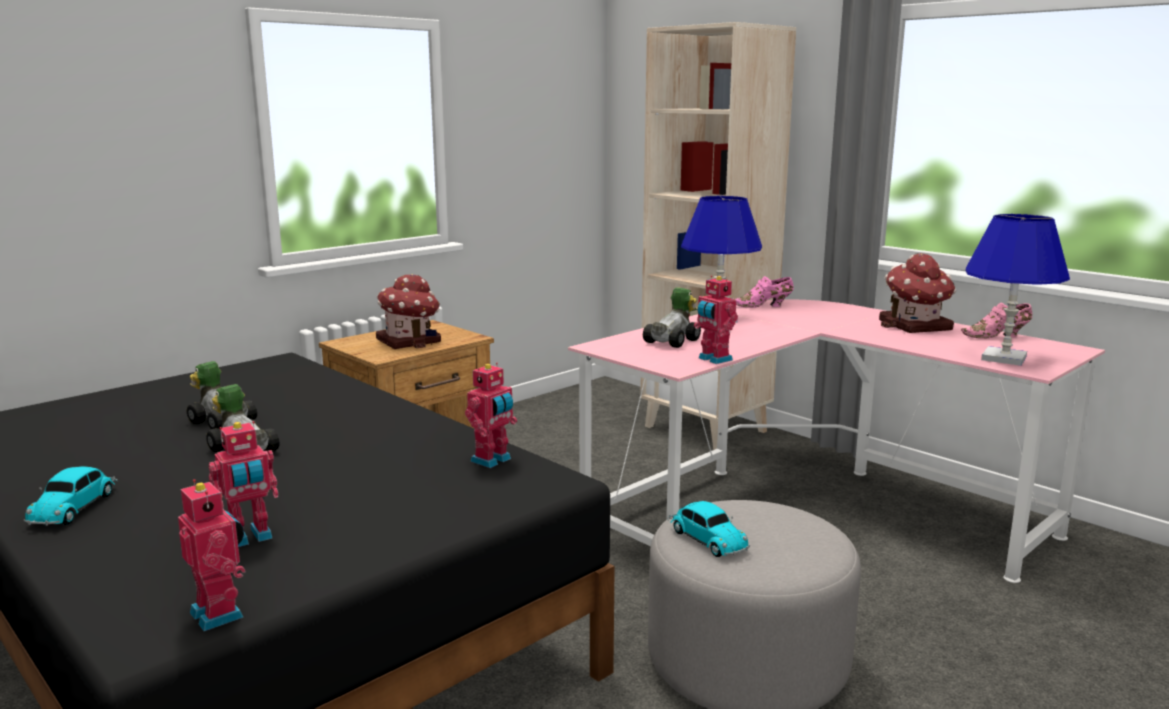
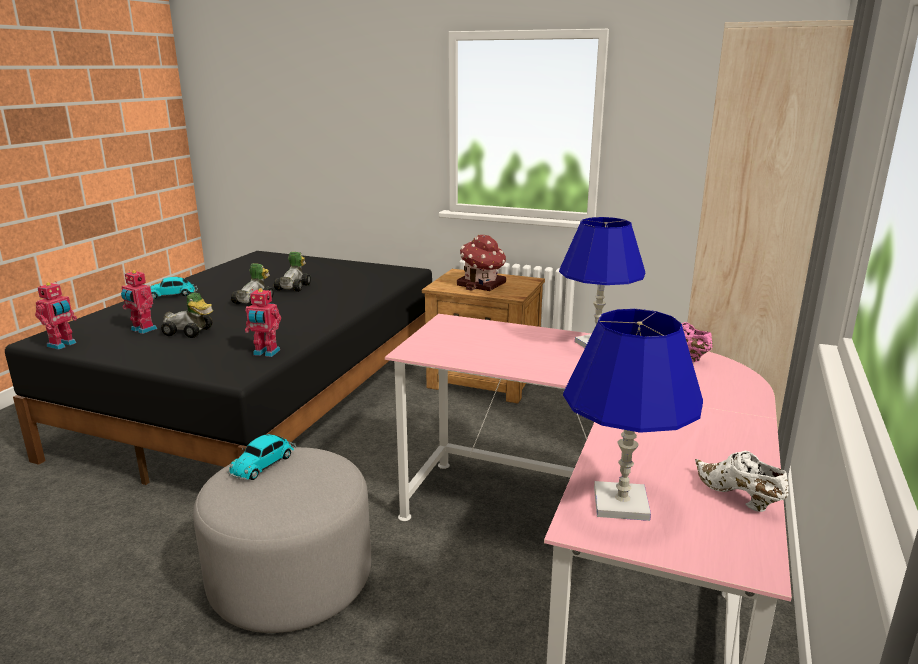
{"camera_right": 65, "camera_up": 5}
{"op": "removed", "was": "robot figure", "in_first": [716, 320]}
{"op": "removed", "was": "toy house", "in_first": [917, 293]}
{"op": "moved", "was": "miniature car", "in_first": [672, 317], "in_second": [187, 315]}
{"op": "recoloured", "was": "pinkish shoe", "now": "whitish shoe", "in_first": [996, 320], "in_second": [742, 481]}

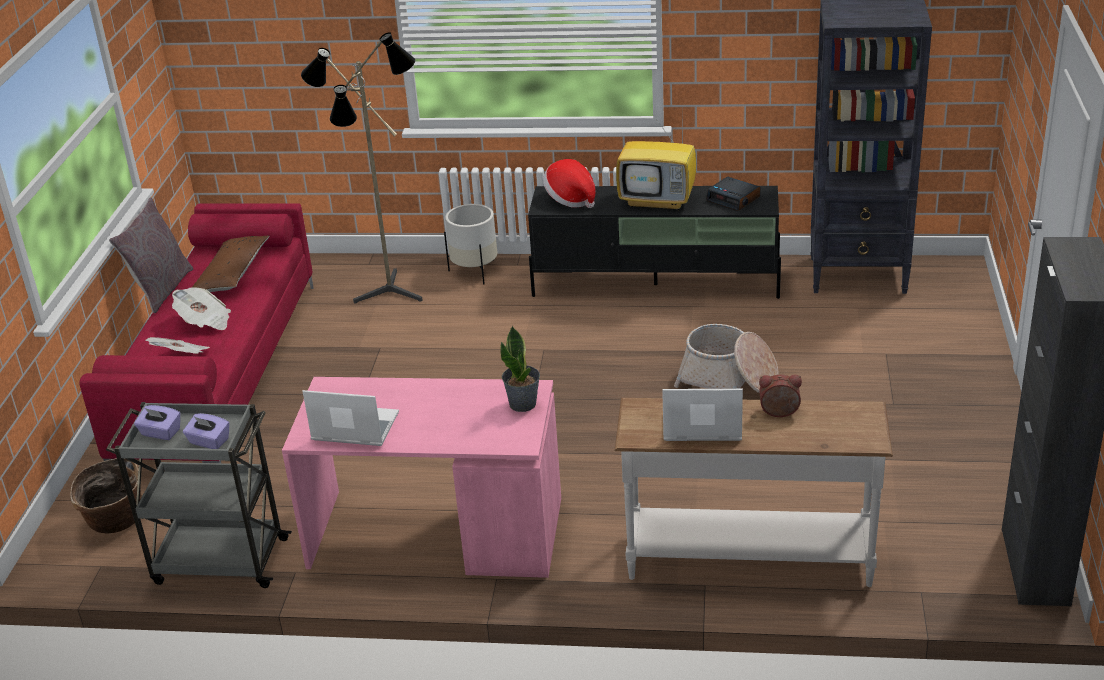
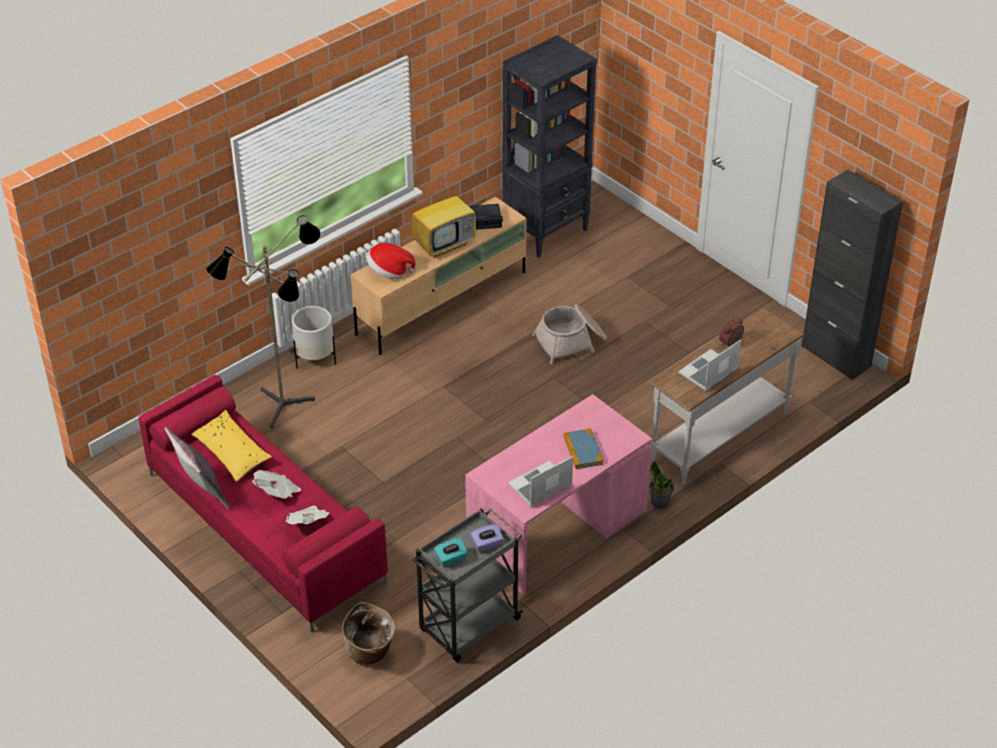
{"camera_right": -50, "camera_up": 10}
{"op": "added", "now": "bound book", "in_second": [583, 448]}
{"op": "moved", "was": "plant in a pot", "in_first": [520, 368], "in_second": [661, 485]}
{"op": "recoloured", "was": "purple box of tissues", "now": "turquoise box of tissues", "in_first": [157, 422], "in_second": [451, 552]}
{"op": "recoloured", "was": "brown pillow", "now": "yellowish pillow", "in_first": [230, 264], "in_second": [231, 446]}
{"op": "recoloured", "was": "black-coloured media console", "now": "sand-coloured media console", "in_first": [654, 242], "in_second": [439, 276]}

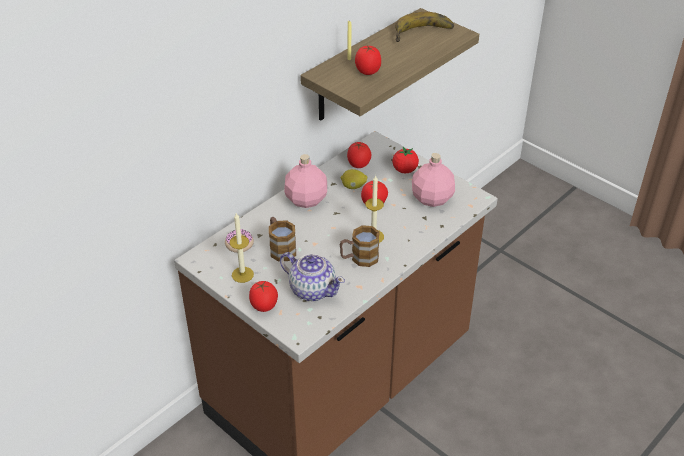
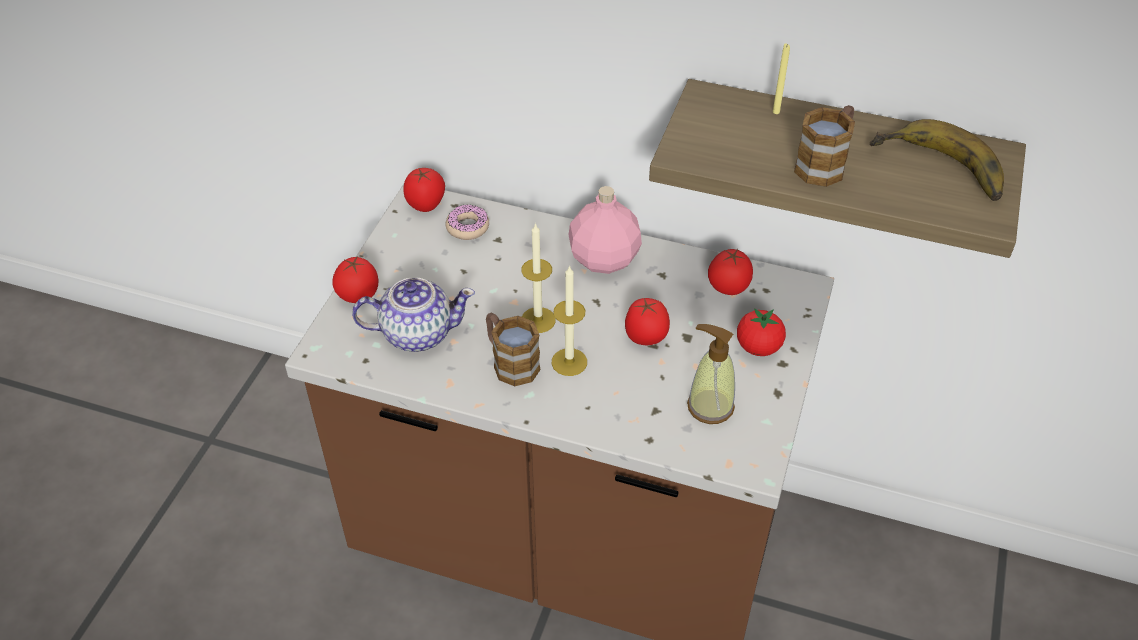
{"camera_right": 65, "camera_up": 5}
{"op": "removed", "was": "lemon", "in_first": [353, 179]}
{"op": "moved", "was": "wax candle", "in_first": [242, 248], "in_second": [538, 278]}
{"op": "moved", "was": "mug", "in_first": [282, 239], "in_second": [824, 146]}
{"op": "moved", "was": "tomato", "in_first": [368, 60], "in_second": [424, 190]}
{"op": "replaced", "was": "pinkish drink bottle", "now": "soap bottle", "in_first": [433, 180], "in_second": [711, 374]}
{"op": "turned", "was": "tea pot", "in_first": [312, 276], "in_second": [413, 314], "clockwise": -105}

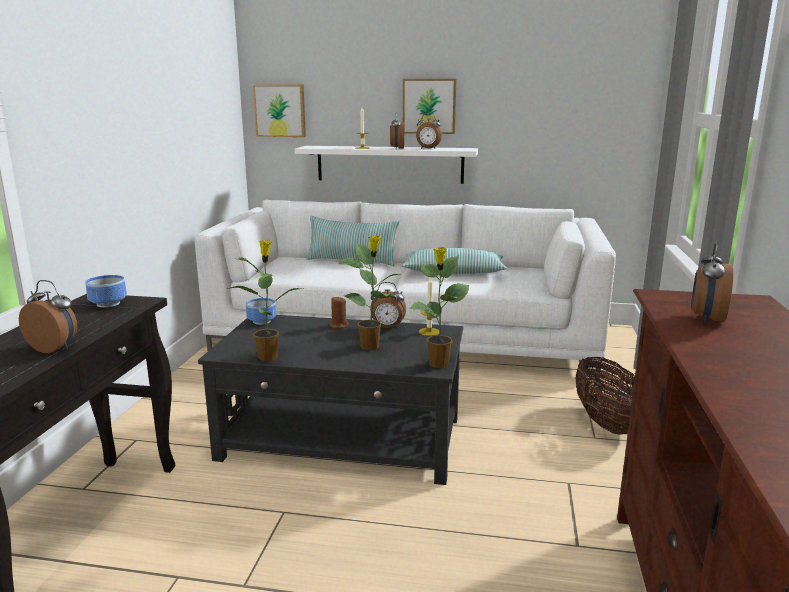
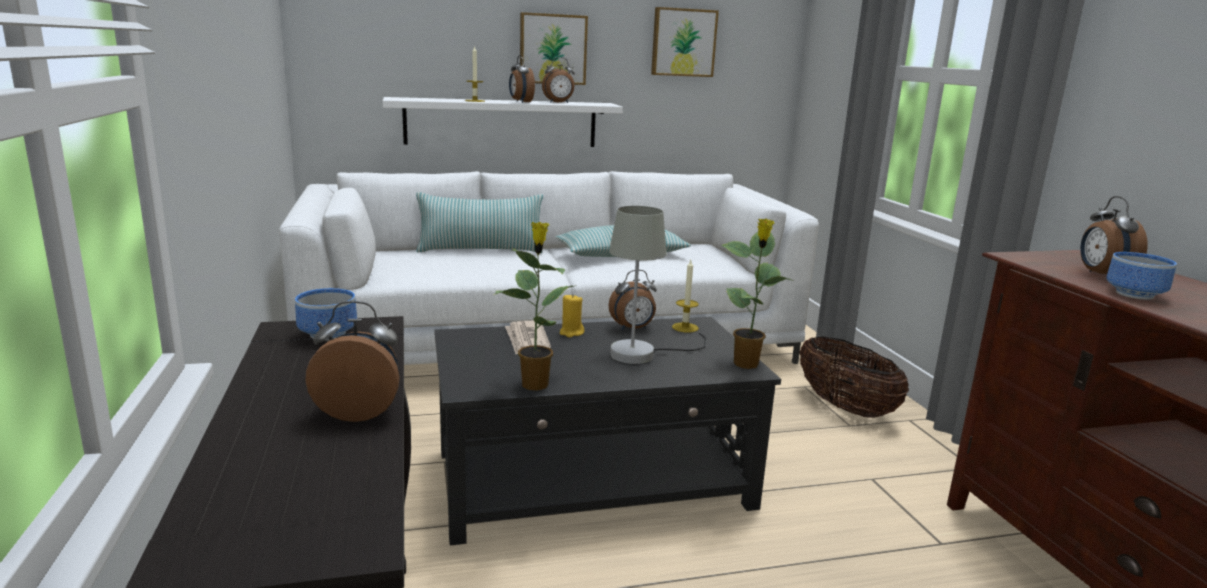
{"camera_right": -25, "camera_up": 0}
{"op": "added", "now": "newspaper", "in_second": [528, 337]}
{"op": "moved", "was": "serving bowl", "in_first": [261, 311], "in_second": [1141, 276]}
{"op": "moved", "was": "wall art", "in_first": [279, 110], "in_second": [685, 42]}
{"op": "replaced", "was": "plant in a pot", "now": "gray table lamp", "in_first": [369, 293], "in_second": [657, 285]}
{"op": "recoloured", "was": "brown wax candle", "now": "yellowish wax candle", "in_first": [339, 312], "in_second": [572, 316]}

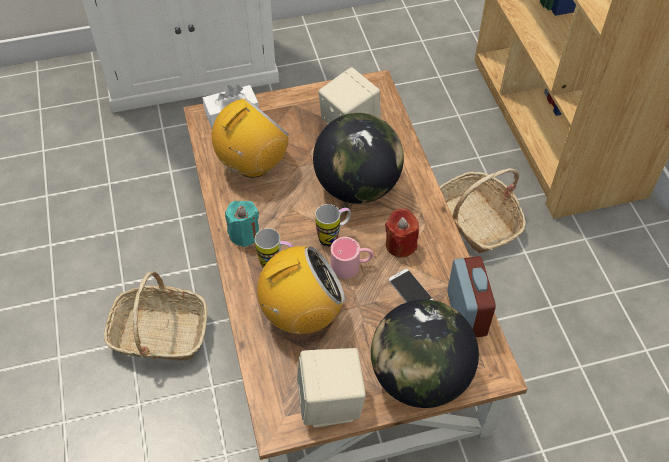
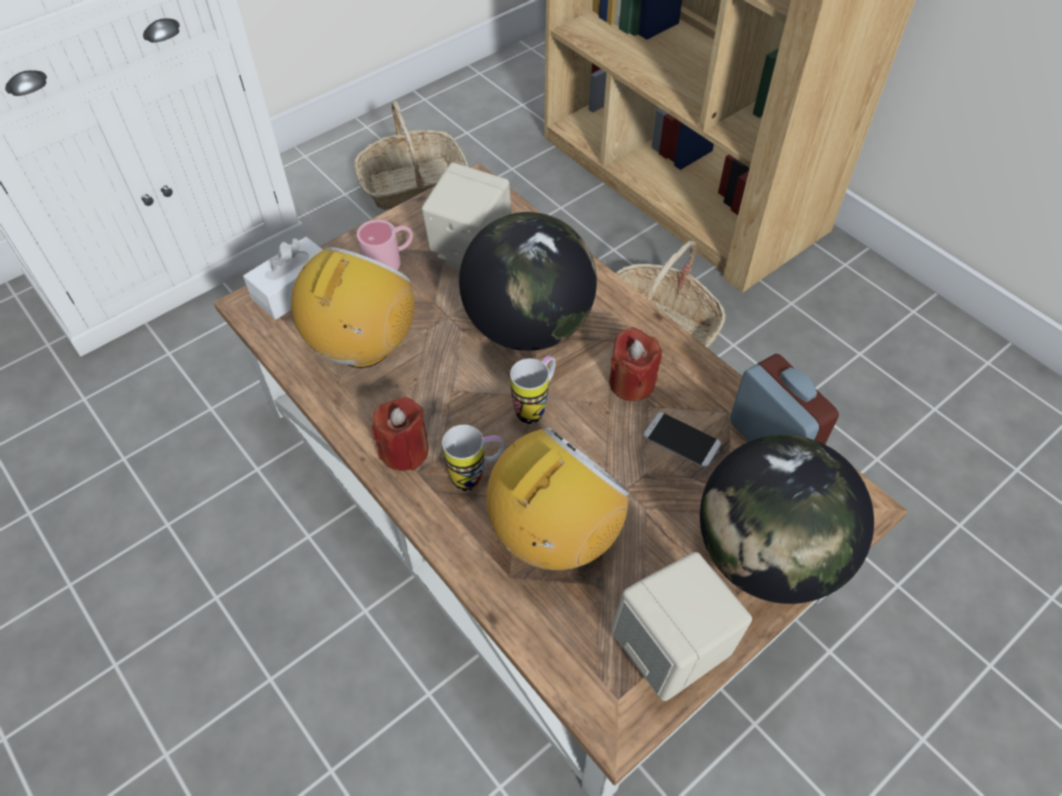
{"camera_right": -25, "camera_up": 0}
{"op": "moved", "was": "household basket", "in_first": [155, 316], "in_second": [411, 155]}
{"op": "moved", "was": "pinkish mug", "in_first": [352, 258], "in_second": [385, 245]}
{"op": "recoloured", "was": "turquoise wax candle", "now": "red-coloured wax candle", "in_first": [242, 224], "in_second": [400, 434]}

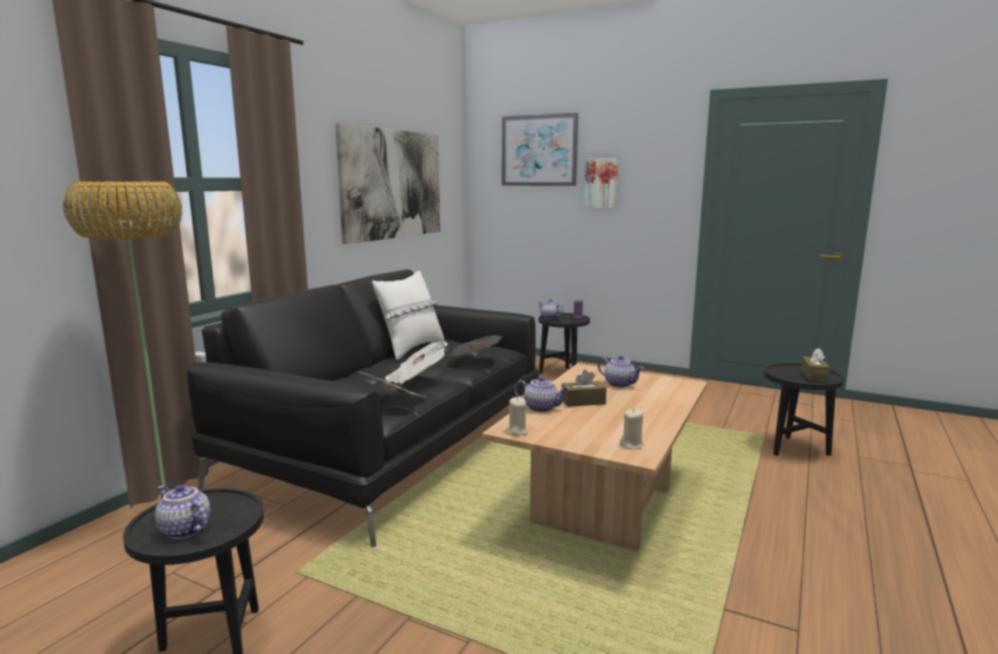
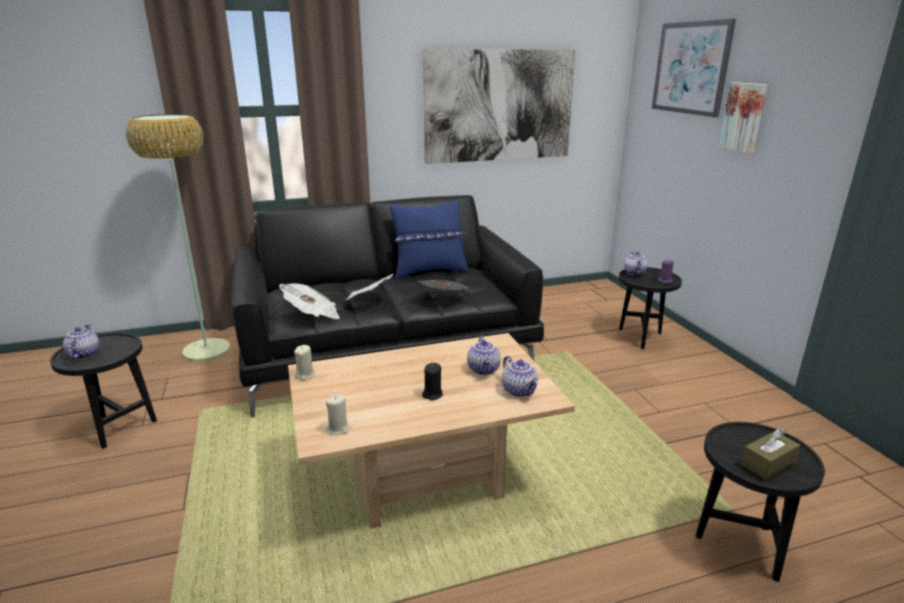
{"camera_right": 45, "camera_up": 10}
{"op": "removed", "was": "brown box of tissues", "in_first": [584, 388]}
{"op": "added", "now": "black-coloured wax candle", "in_second": [432, 381]}
{"op": "moved", "was": "tea pot", "in_first": [541, 394], "in_second": [520, 376]}
{"op": "recoloured", "was": "whitish pillow", "now": "bluish pillow", "in_first": [408, 315], "in_second": [429, 239]}

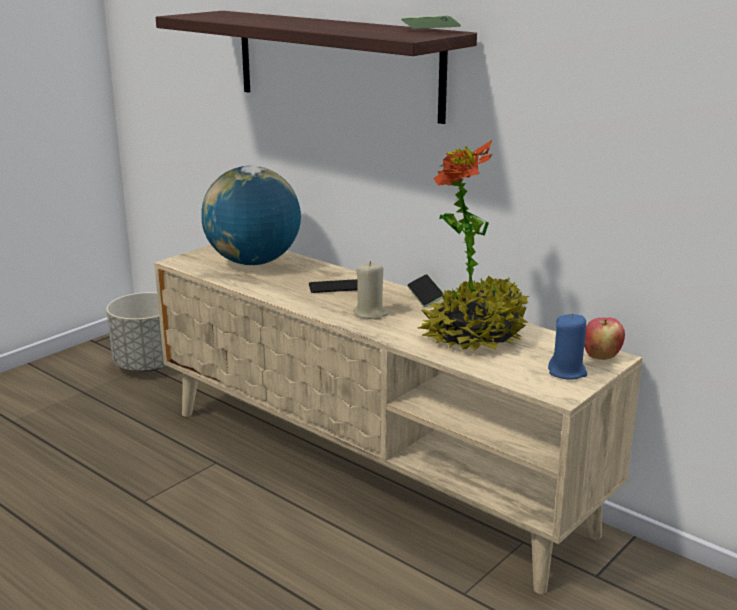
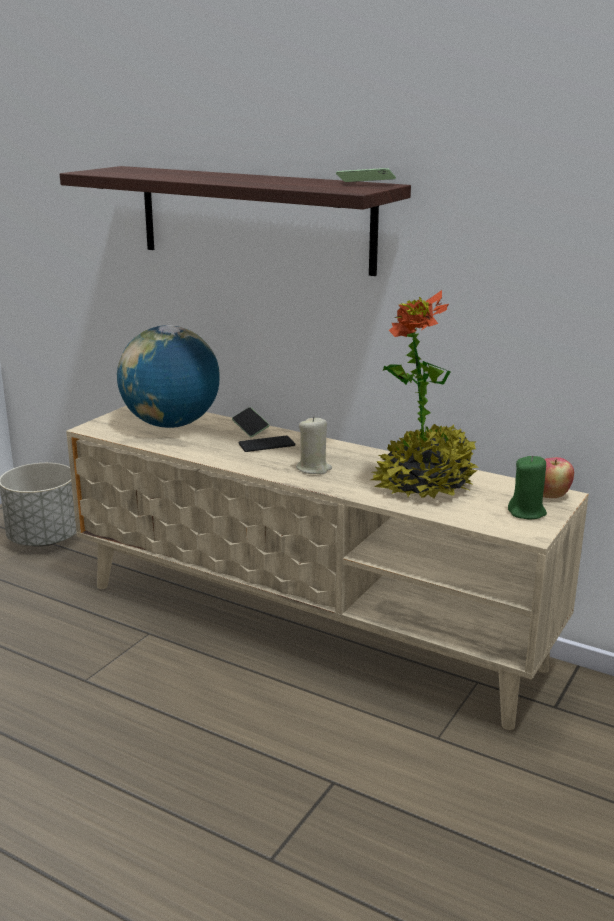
{"camera_right": -10, "camera_up": 0}
{"op": "moved", "was": "phone", "in_first": [425, 290], "in_second": [251, 422]}
{"op": "recoloured", "was": "bluish wax candle", "now": "greenish wax candle", "in_first": [567, 346], "in_second": [527, 487]}

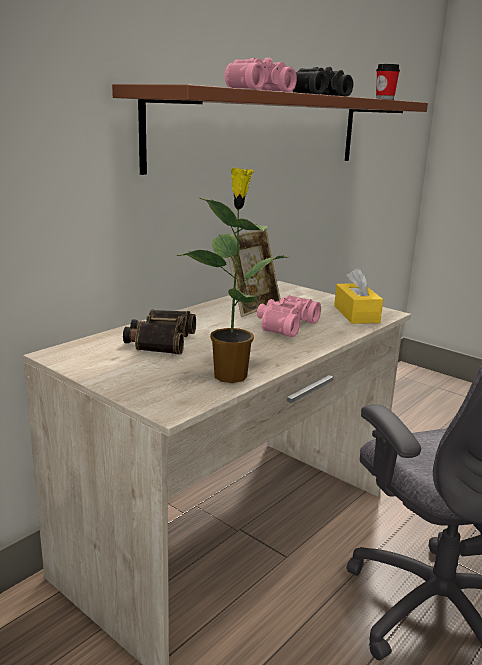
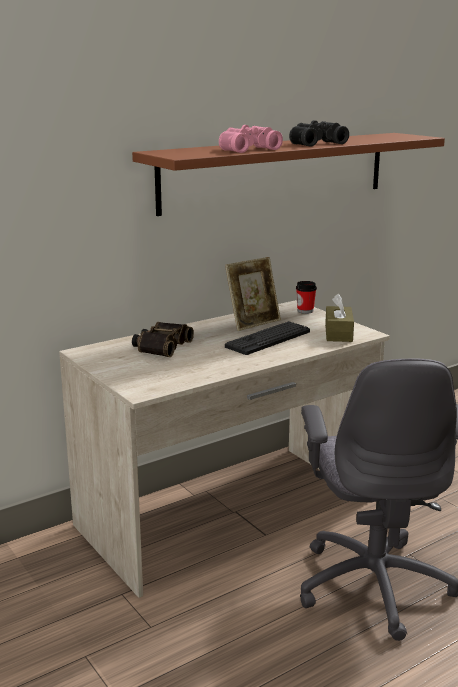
{"camera_right": 15, "camera_up": 0}
{"op": "removed", "was": "plant in a pot", "in_first": [231, 275]}
{"op": "moved", "was": "cup", "in_first": [388, 82], "in_second": [306, 297]}
{"op": "replaced", "was": "pinkish pair of binoculars", "now": "keyboard", "in_first": [289, 316], "in_second": [267, 338]}
{"op": "recoloured", "was": "yellowish box of tissues", "now": "brown box of tissues", "in_first": [358, 296], "in_second": [339, 318]}

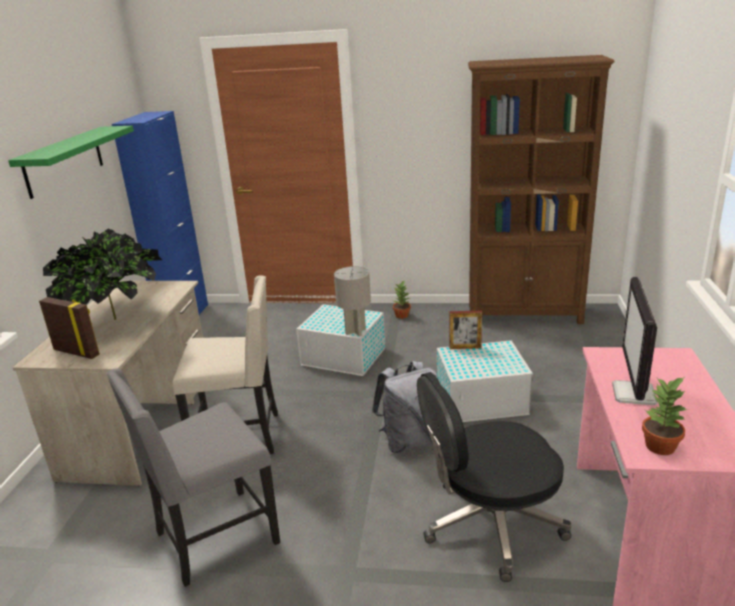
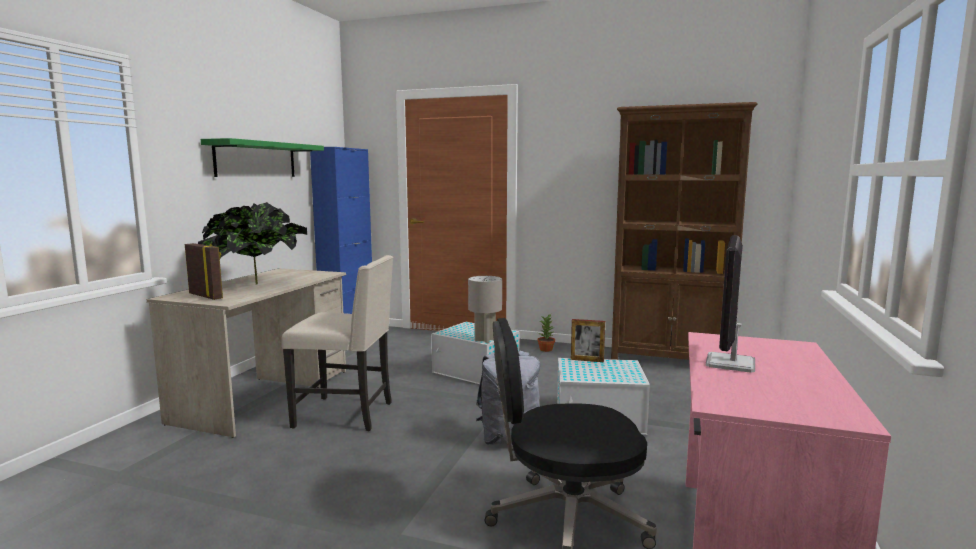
{"camera_right": 10, "camera_up": -15}
{"op": "removed", "was": "gray plain chair", "in_first": [193, 477]}
{"op": "removed", "was": "plant in a pot", "in_first": [665, 416]}

